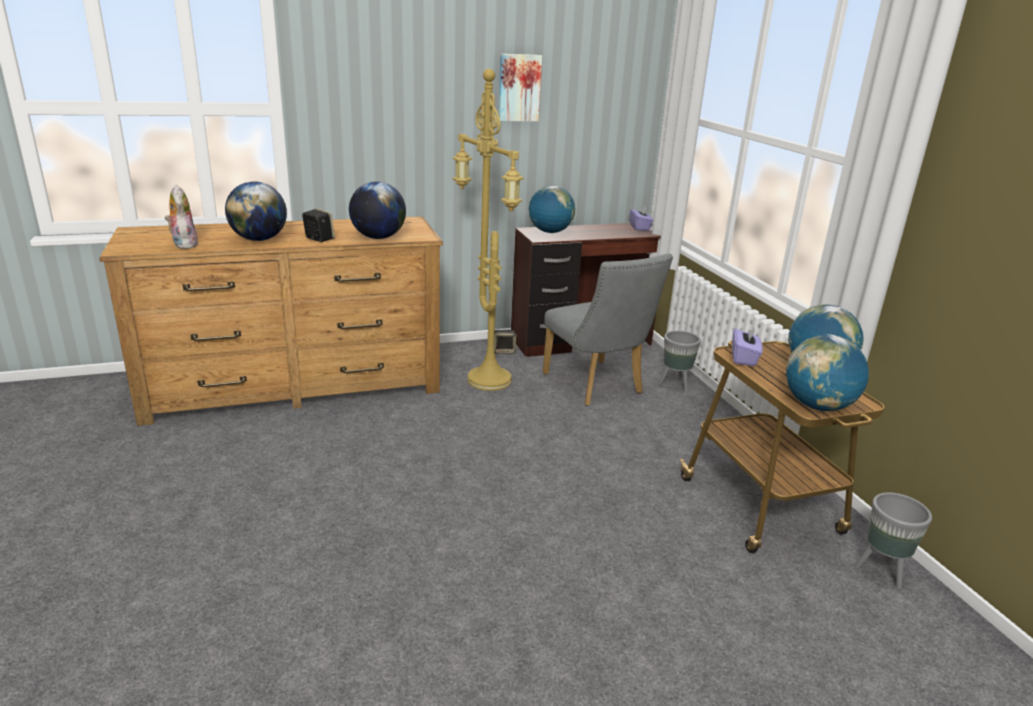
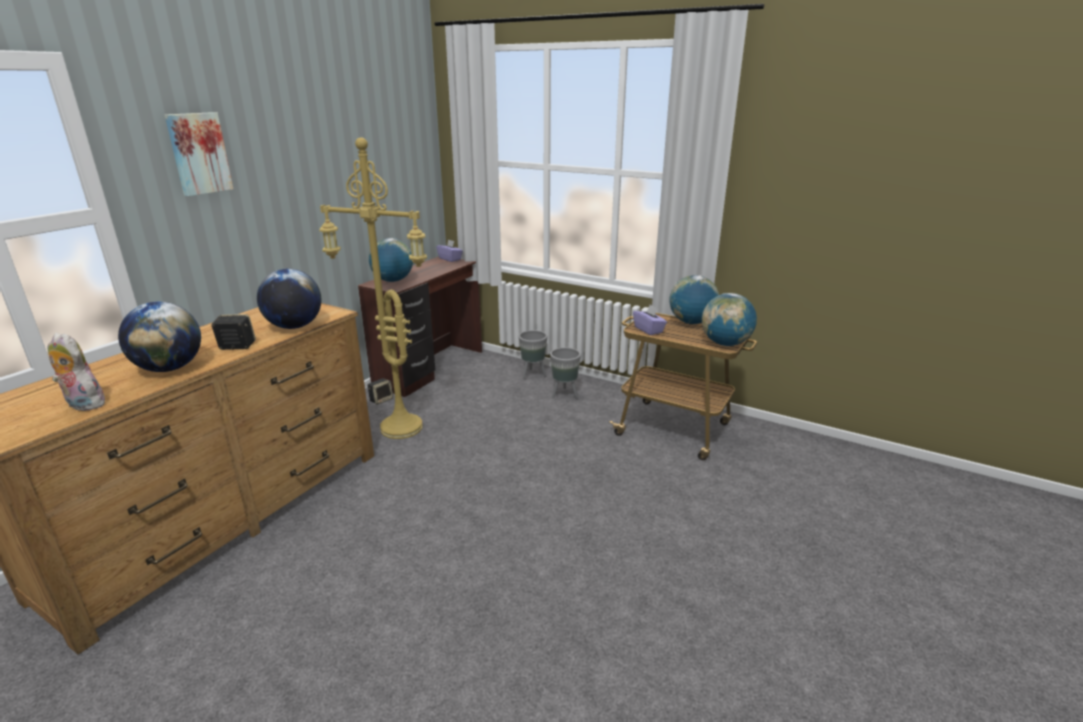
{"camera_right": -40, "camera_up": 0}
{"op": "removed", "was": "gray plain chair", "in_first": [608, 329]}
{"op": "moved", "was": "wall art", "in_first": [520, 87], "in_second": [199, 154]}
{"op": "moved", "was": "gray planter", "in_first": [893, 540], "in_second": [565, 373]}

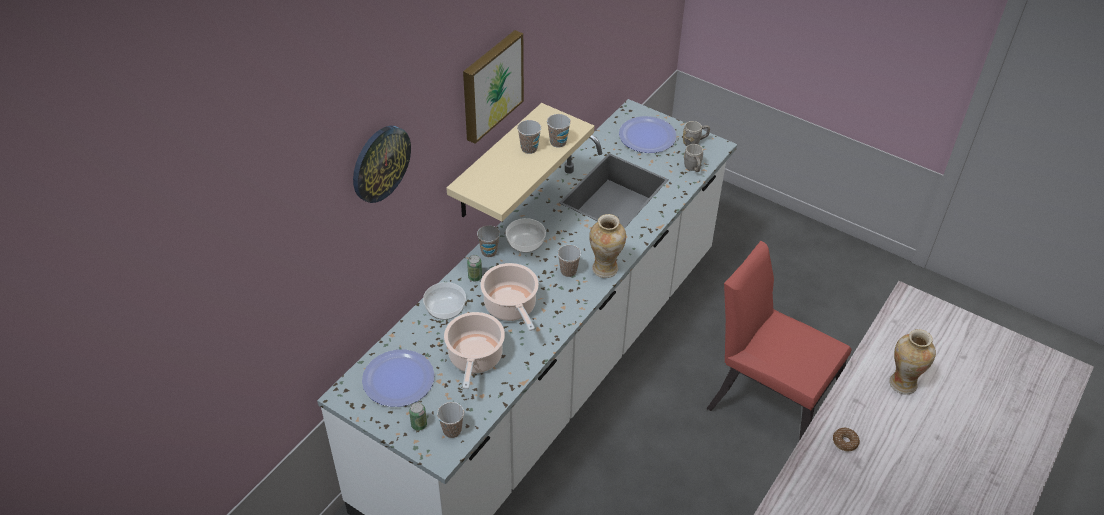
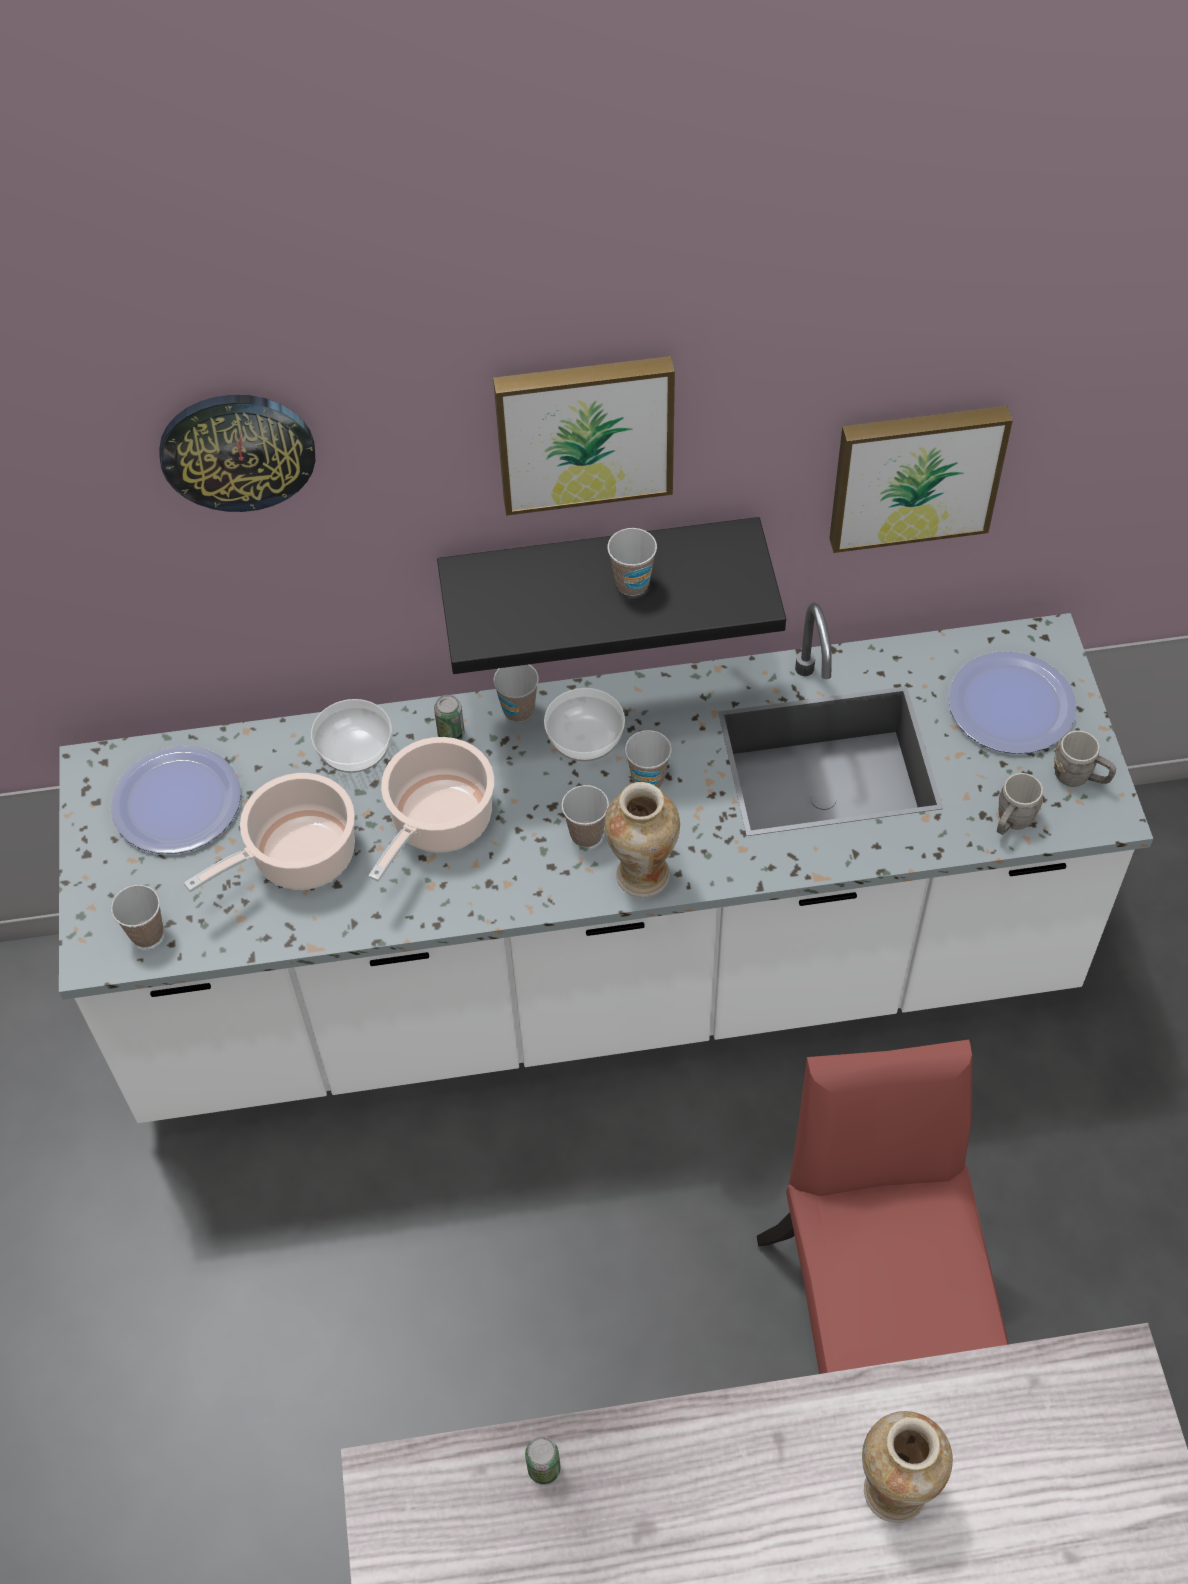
{"camera_right": 50, "camera_up": 10}
{"op": "removed", "was": "ring doughnut", "in_first": [846, 439]}
{"op": "added", "now": "wall art", "in_second": [921, 479]}
{"op": "moved", "was": "sealed can", "in_first": [418, 416], "in_second": [543, 1461]}
{"op": "moved", "was": "cup", "in_first": [559, 131], "in_second": [648, 759]}
{"op": "recoloured", "was": "sand-coloured wall shelf", "now": "black-coloured wall shelf", "in_first": [520, 162], "in_second": [611, 595]}

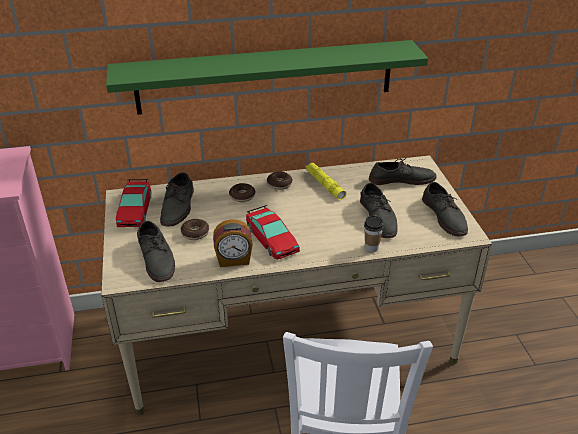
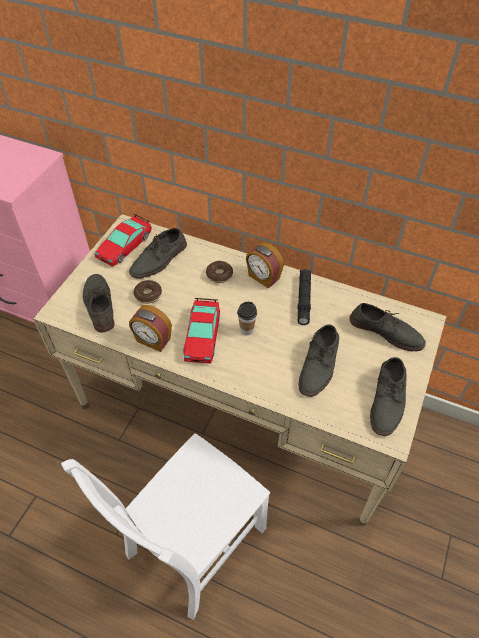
{"camera_right": 35, "camera_up": 15}
{"op": "removed", "was": "greenish wall shelf", "in_first": [267, 77]}
{"op": "moved", "was": "cup", "in_first": [374, 233], "in_second": [247, 318]}
{"op": "replaced", "was": "ring doughnut", "now": "bedside clock", "in_first": [280, 180], "in_second": [265, 265]}
{"op": "recoloured", "was": "yellowish flashlight", "now": "black-coloured flashlight", "in_first": [325, 181], "in_second": [304, 297]}
{"op": "turned", "was": "gray shoe", "in_first": [156, 251], "in_second": [99, 303], "clockwise": 150}

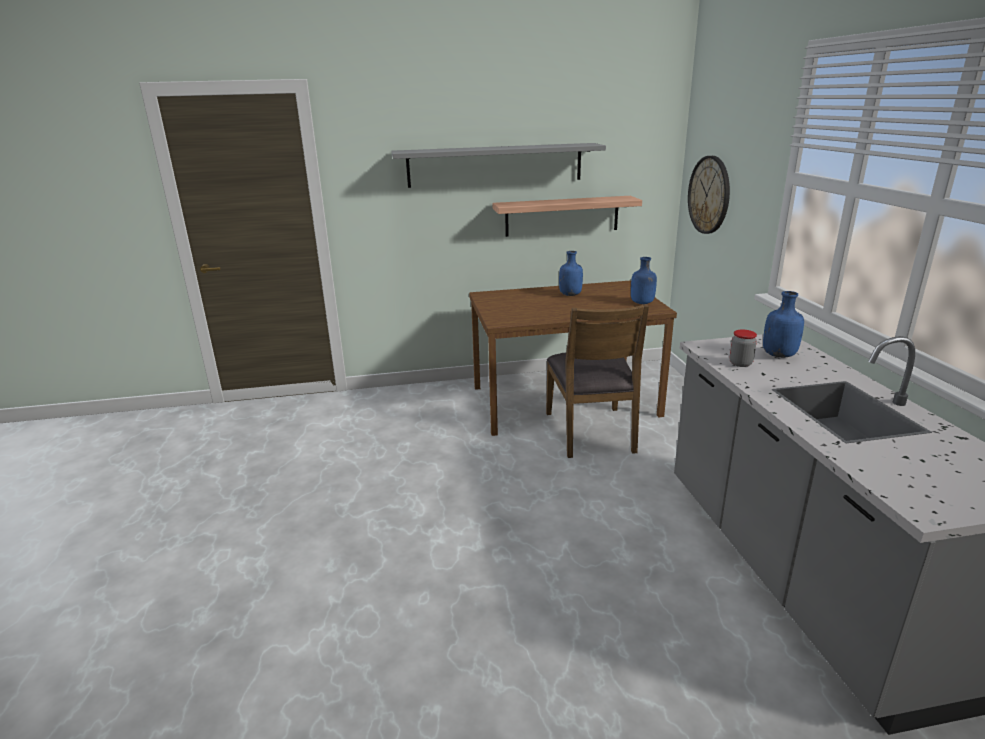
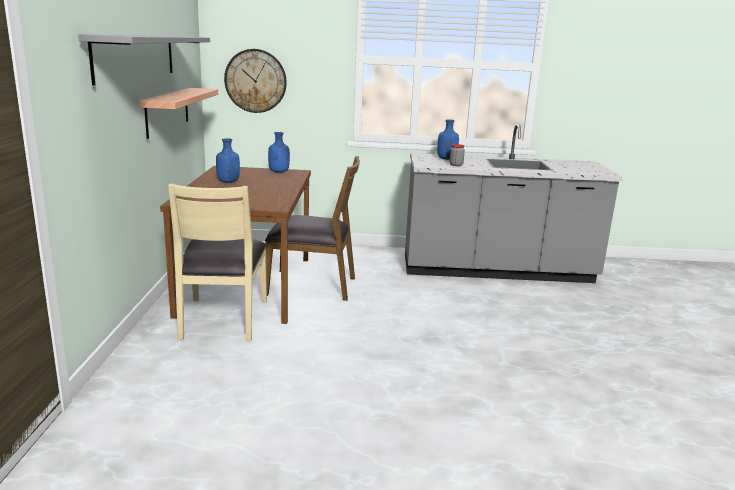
{"camera_right": -80, "camera_up": -5}
{"op": "added", "now": "sand-coloured plain chair", "in_second": [217, 262]}

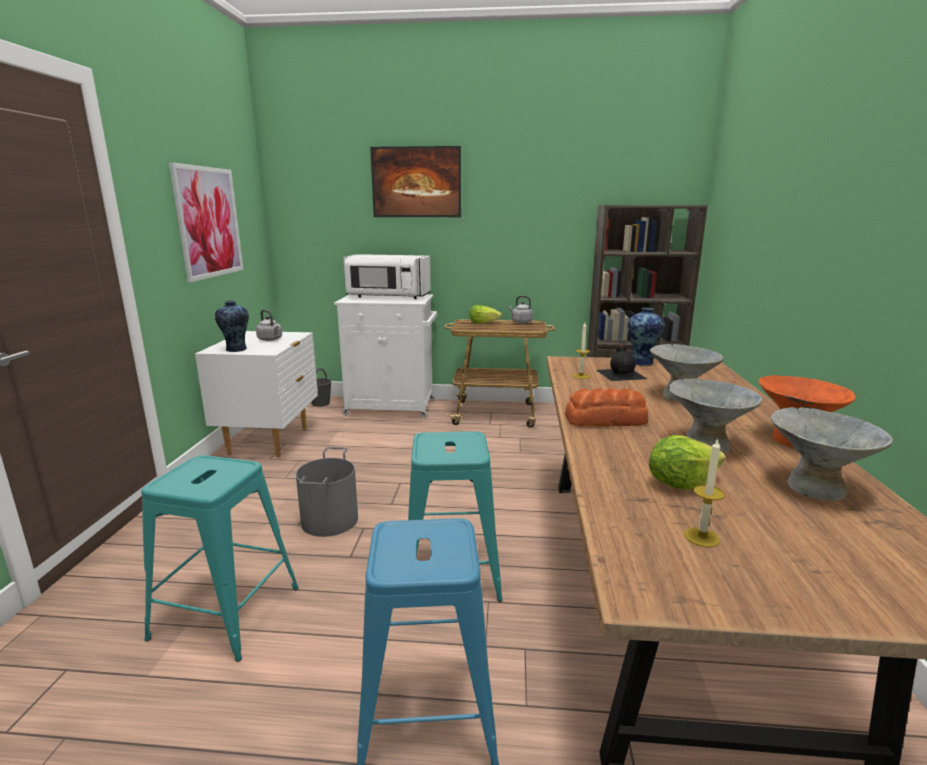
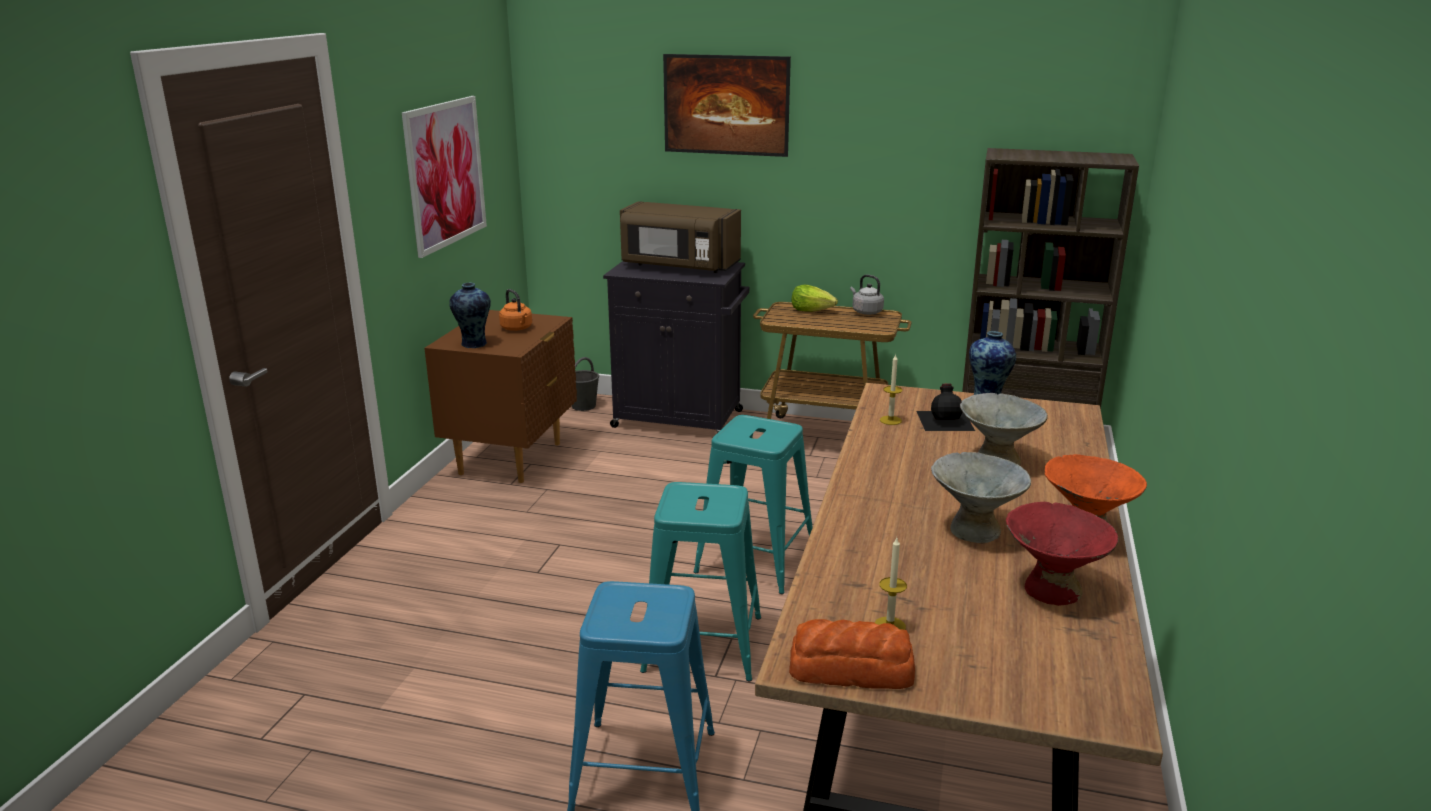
{"camera_right": 10, "camera_up": 5}
{"op": "removed", "was": "gray water bucket", "in_first": [327, 492]}
{"op": "removed", "was": "head of lettuce", "in_first": [687, 462]}
{"op": "moved", "was": "turquoise stool seat", "in_first": [220, 558], "in_second": [753, 504]}
{"op": "moved", "was": "bread", "in_first": [606, 407], "in_second": [852, 654]}
{"op": "recoloured", "was": "whitish nightstand", "now": "brown nightstand", "in_first": [256, 394], "in_second": [500, 396]}
{"op": "recoloured", "was": "gray kettle", "now": "orange kettle", "in_first": [269, 325], "in_second": [515, 310]}
{"op": "recoloured", "was": "whitish storage cabinet", "now": "black-coloured storage cabinet", "in_first": [385, 356], "in_second": [676, 346]}
{"op": "recoloured", "was": "whitish microwave oven", "now": "brown microwave oven", "in_first": [387, 276], "in_second": [680, 237]}
{"op": "recoloured", "was": "gray serving bowl", "now": "red-coloured serving bowl", "in_first": [832, 454], "in_second": [1062, 554]}

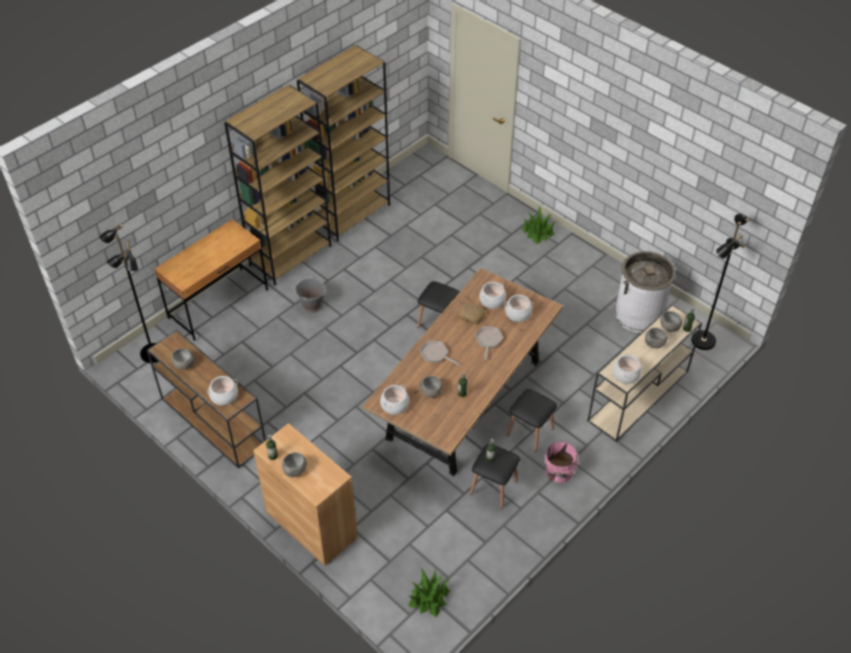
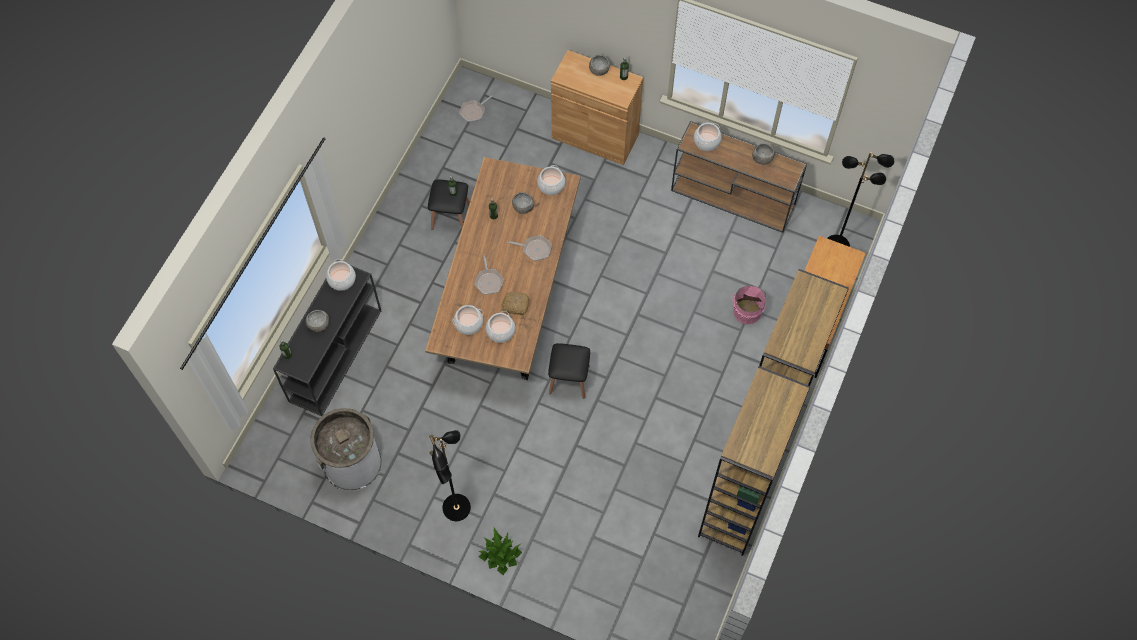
{"camera_right": 160, "camera_up": 15}
{"op": "removed", "was": "gray water bucket", "in_first": [310, 294]}
{"op": "removed", "was": "black-coloured stool seat", "in_first": [532, 420]}
{"op": "removed", "was": "gray serving bowl", "in_first": [671, 321]}
{"op": "moved", "was": "pinkish water bucket", "in_first": [561, 462], "in_second": [749, 304]}
{"op": "moved", "was": "black-coloured standard lamp", "in_first": [720, 282], "in_second": [450, 475]}
{"op": "replaced", "was": "plant in a pot", "now": "frying pan", "in_first": [429, 592], "in_second": [476, 108]}
{"op": "recoloured", "was": "sand-coloured hall table", "now": "black-coloured hall table", "in_first": [644, 373], "in_second": [327, 338]}

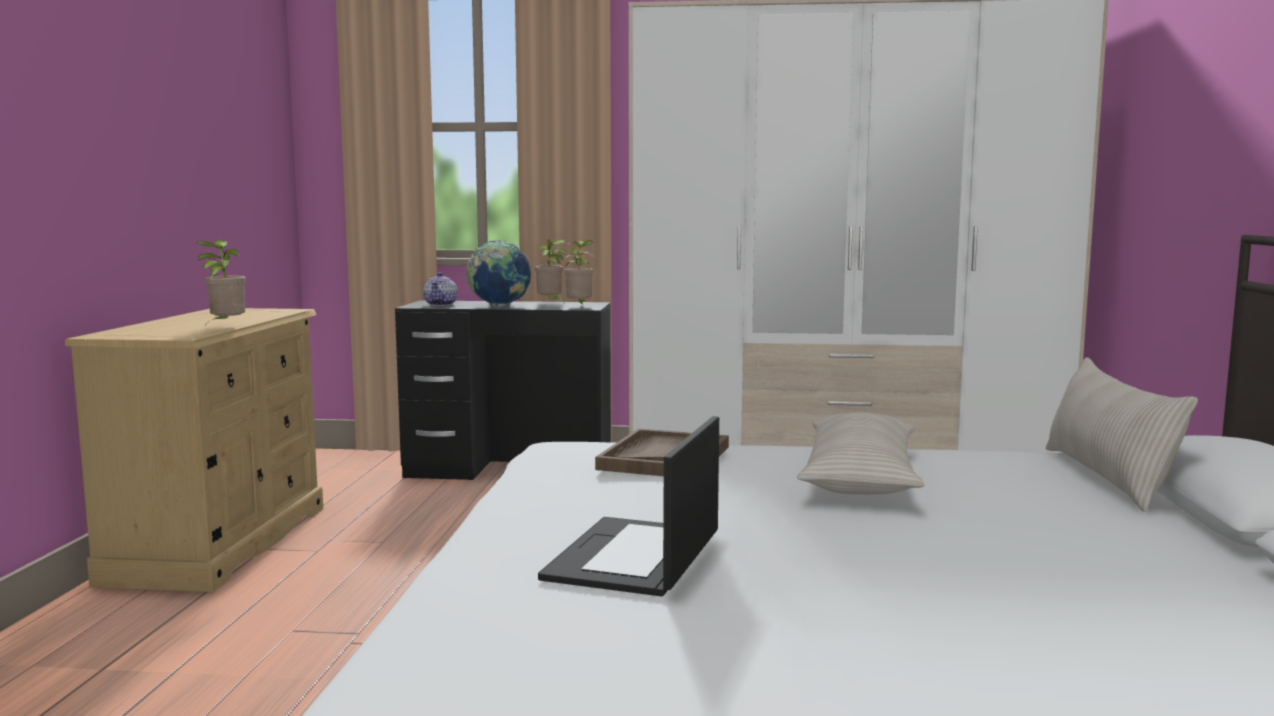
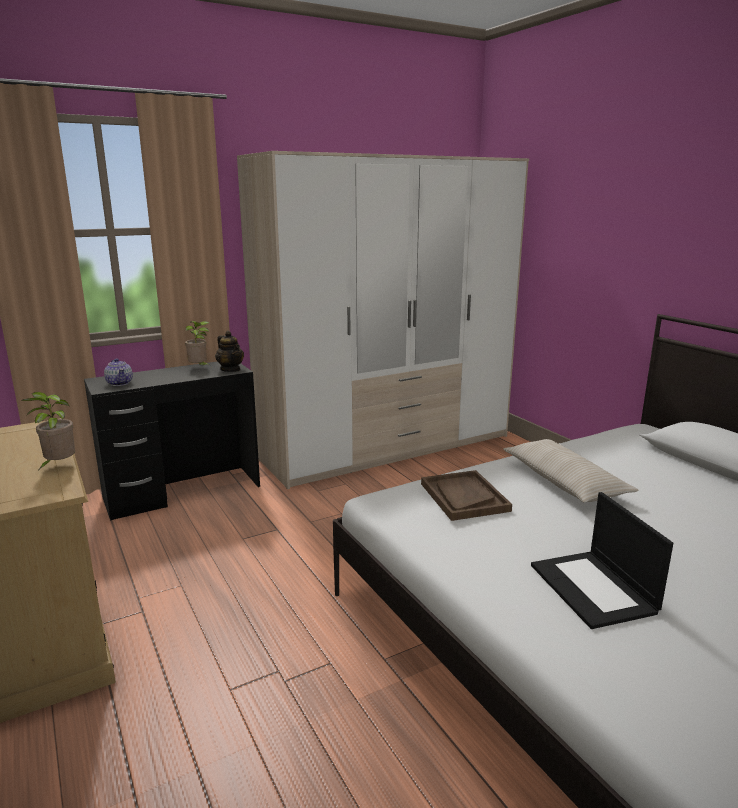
{"camera_right": -35, "camera_up": 10}
{"op": "removed", "was": "world globe", "in_first": [498, 273]}
{"op": "removed", "was": "sand-coloured pillow", "in_first": [1122, 434]}
{"op": "replaced", "was": "plant in a pot", "now": "tea pot", "in_first": [578, 272], "in_second": [229, 351]}

